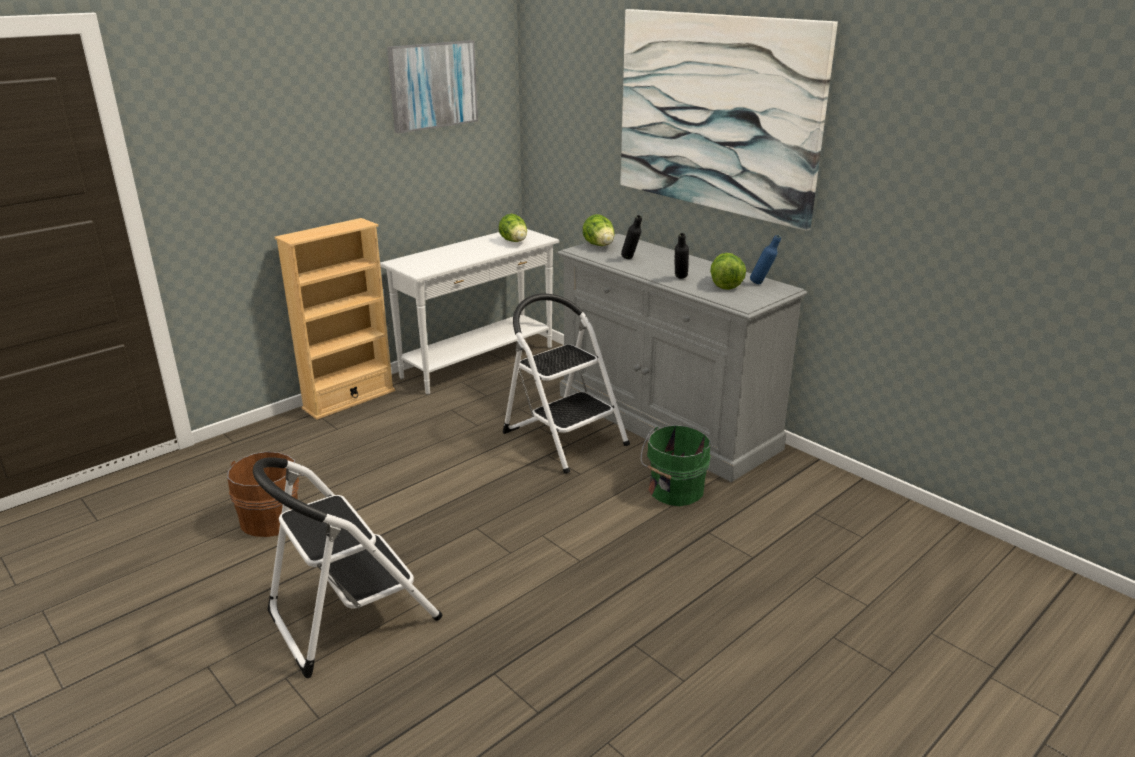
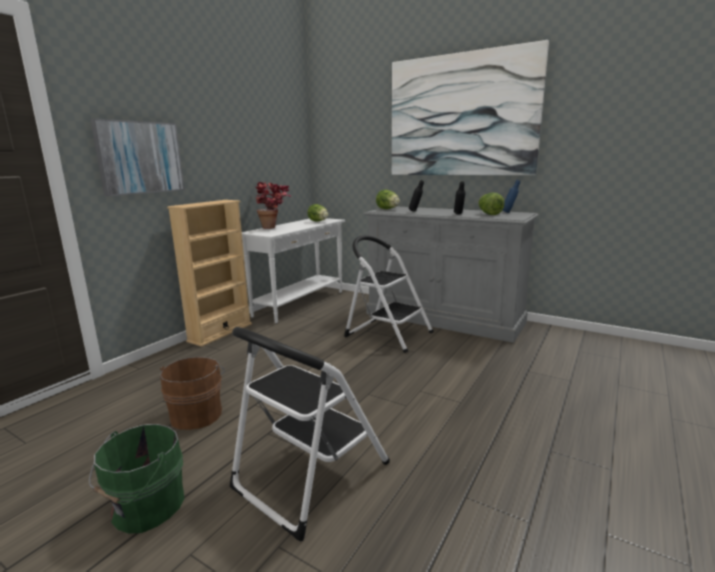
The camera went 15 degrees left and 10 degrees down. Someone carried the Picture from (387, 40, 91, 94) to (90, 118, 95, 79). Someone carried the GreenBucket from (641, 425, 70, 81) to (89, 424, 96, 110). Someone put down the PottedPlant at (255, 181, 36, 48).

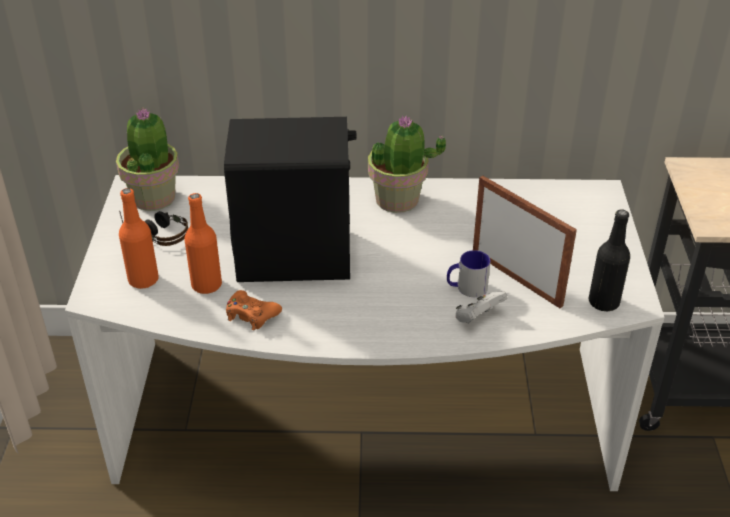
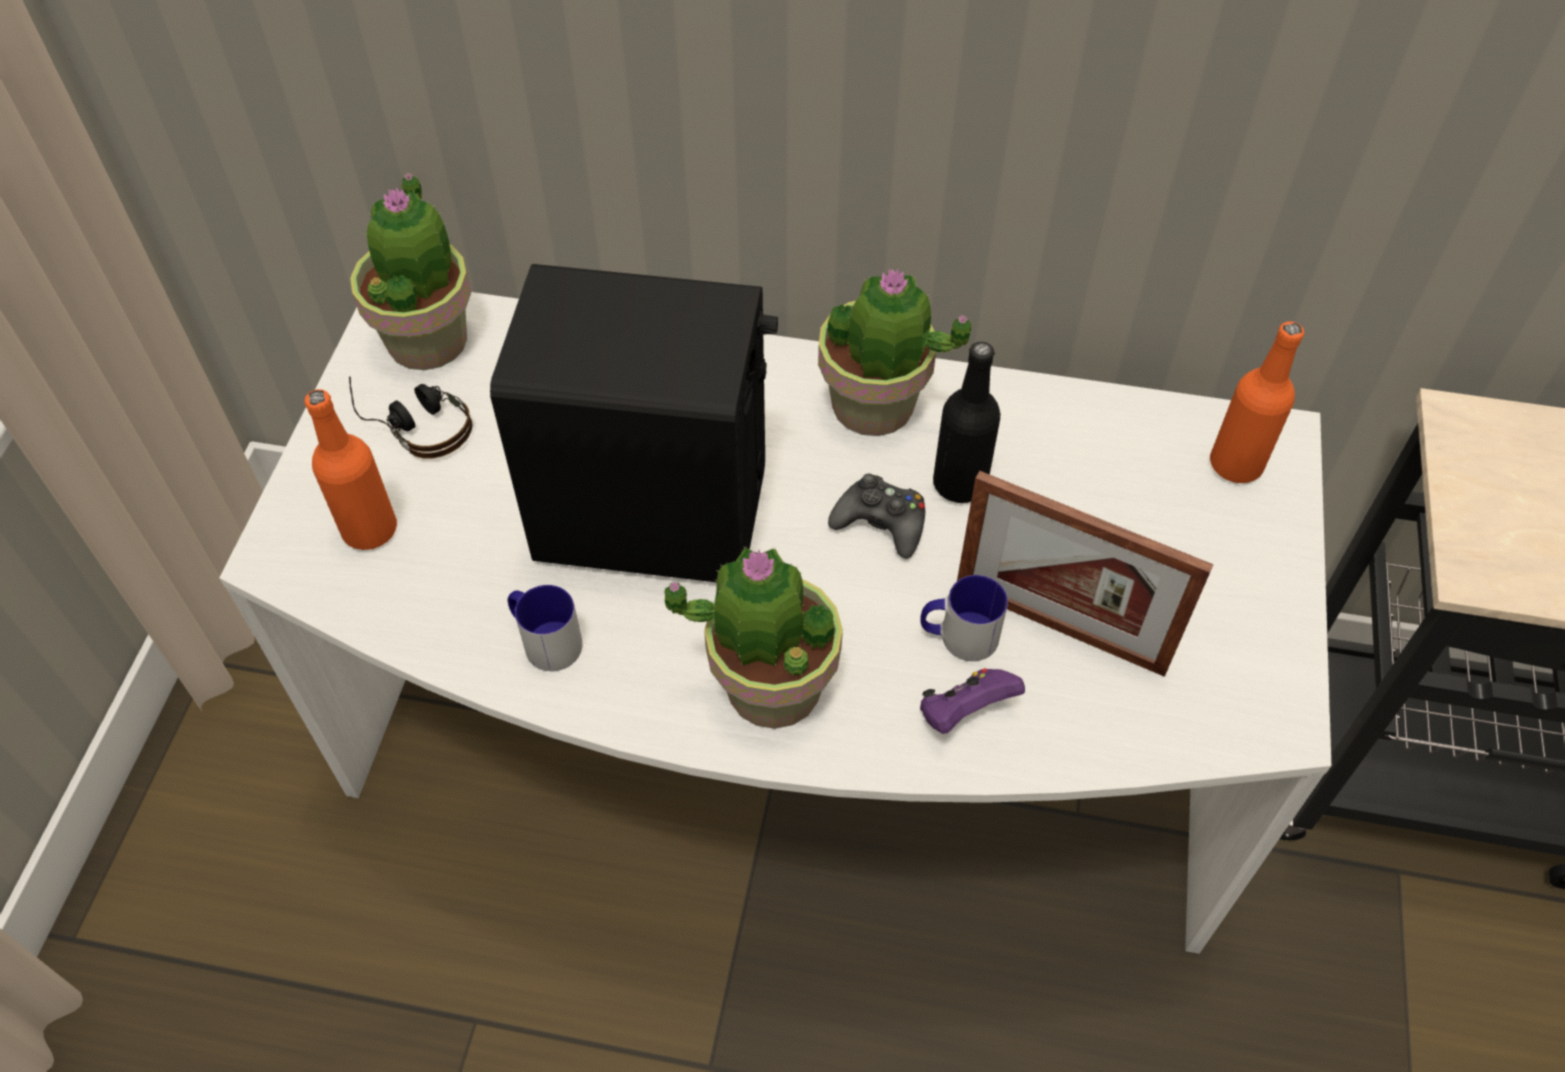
The camera went 10 degrees right and 15 degrees up. Someone carried the OrangeBottle from (184, 193, 38, 101) to (1210, 321, 94, 162). Someone swapped the OrangeGameController at (226, 290, 56, 40) for the Mug at (508, 585, 75, 86). Someone repainted the WhiteGameController at (456, 291, 52, 33), which became the PurpleGameController at (920, 668, 105, 66). Someone rotated the PictureFrame at (473, 176, 104, 132) by 150 degrees clockwise. Someone carried the BlackBottle from (589, 210, 41, 101) to (933, 342, 68, 161). Someone put down the PottedPlant at (663, 547, 180, 182). Someone put down the BlackGameController at (828, 474, 97, 85).

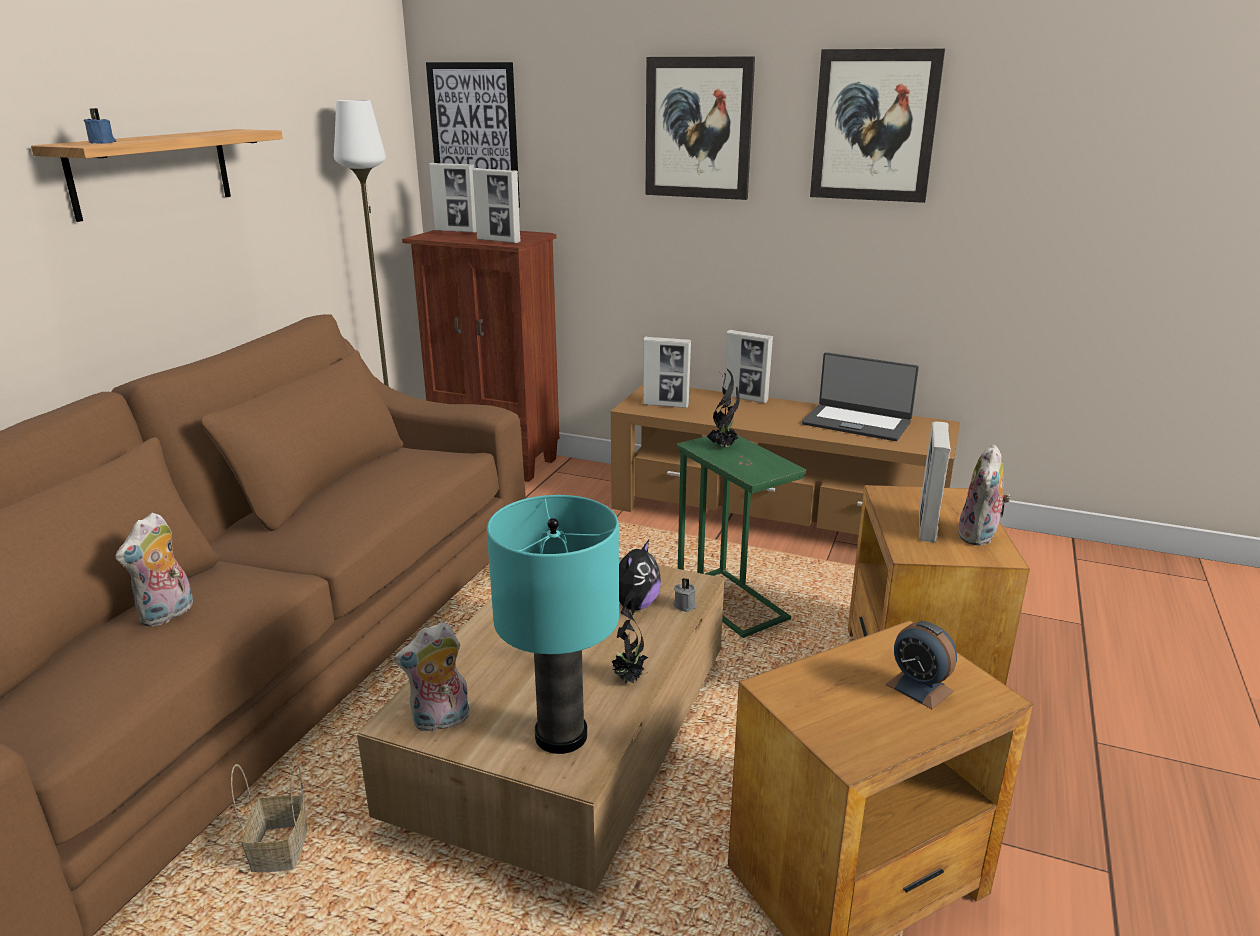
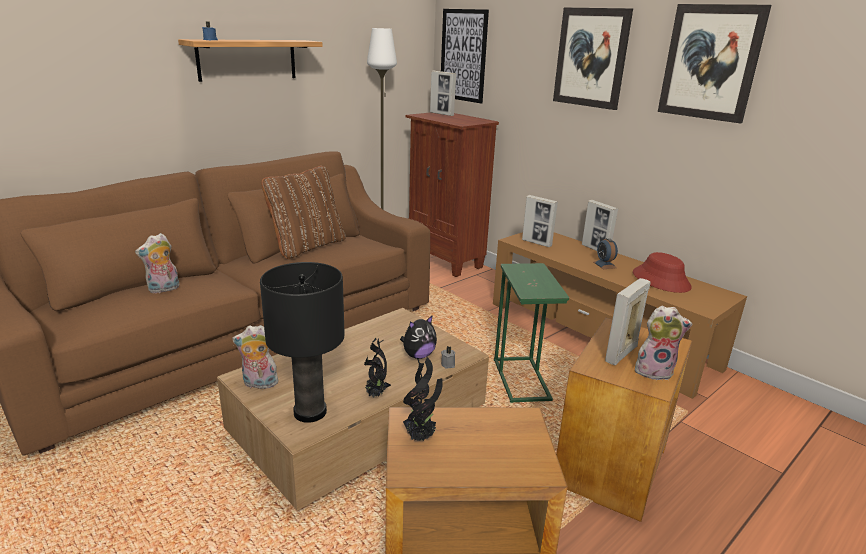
The camera went 25 degrees right and 0 degrees up. Someone took away the Basket at (231, 761, 77, 111). Someone took away the PictureFrame at (473, 168, 48, 75). Someone repainted the TurquoiseTableLamp at (487, 495, 132, 259), which became the BlackTableLamp at (260, 262, 85, 161). Someone carried the PottedPlant from (707, 369, 33, 78) to (403, 357, 40, 84). Someone swapped the Laptop at (802, 352, 117, 89) for the RedHat at (633, 252, 59, 41). Someone carried the AlarmClock from (885, 621, 72, 88) to (594, 238, 24, 31). Someone rotated the PlushToy at (957, 444, 54, 102) by 135 degrees counterclockwise. Someone put down the BrownPillow at (261, 166, 85, 93).

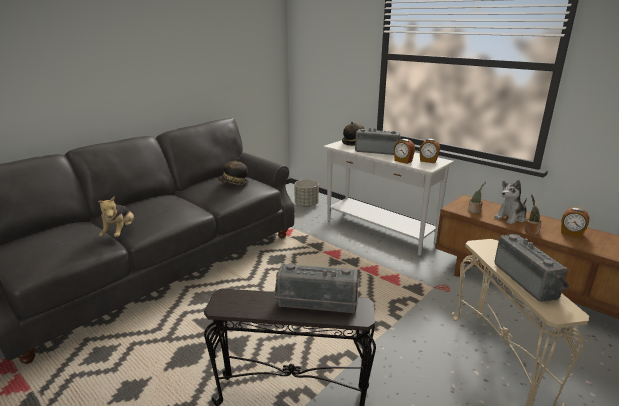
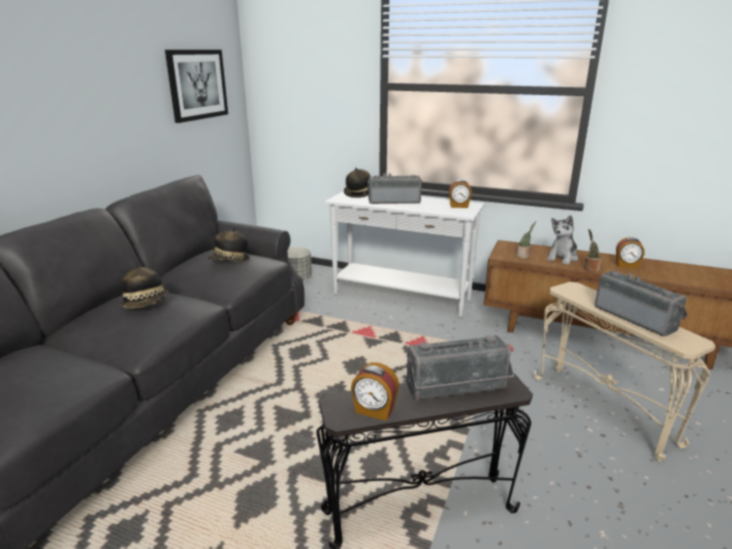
The camera went 20 degrees left and 0 degrees up. Someone took away the PlushToy at (98, 196, 36, 41). Someone carried the AlarmClock from (394, 139, 21, 25) to (351, 362, 48, 59). Someone put down the Hat at (120, 263, 49, 46). Someone put up the Picture at (165, 50, 63, 73).

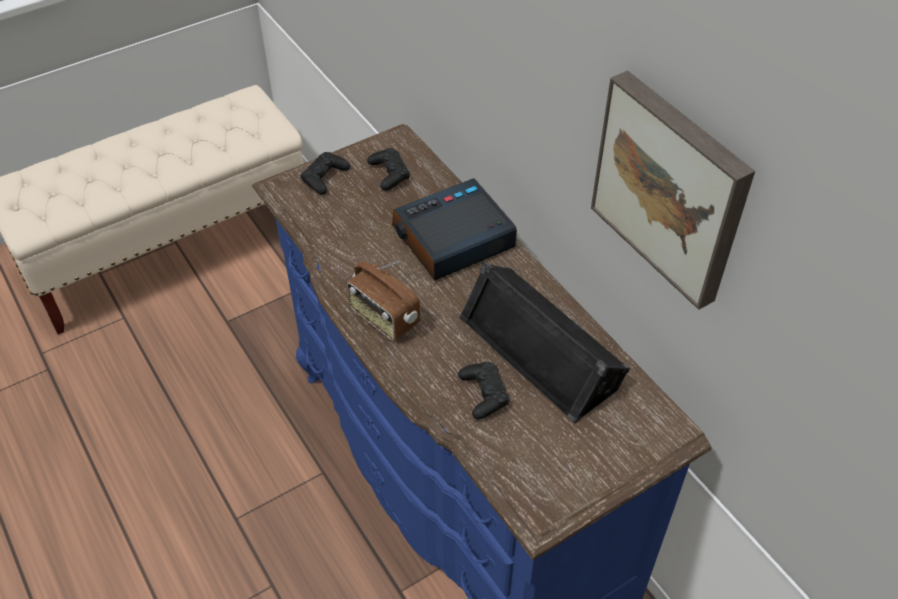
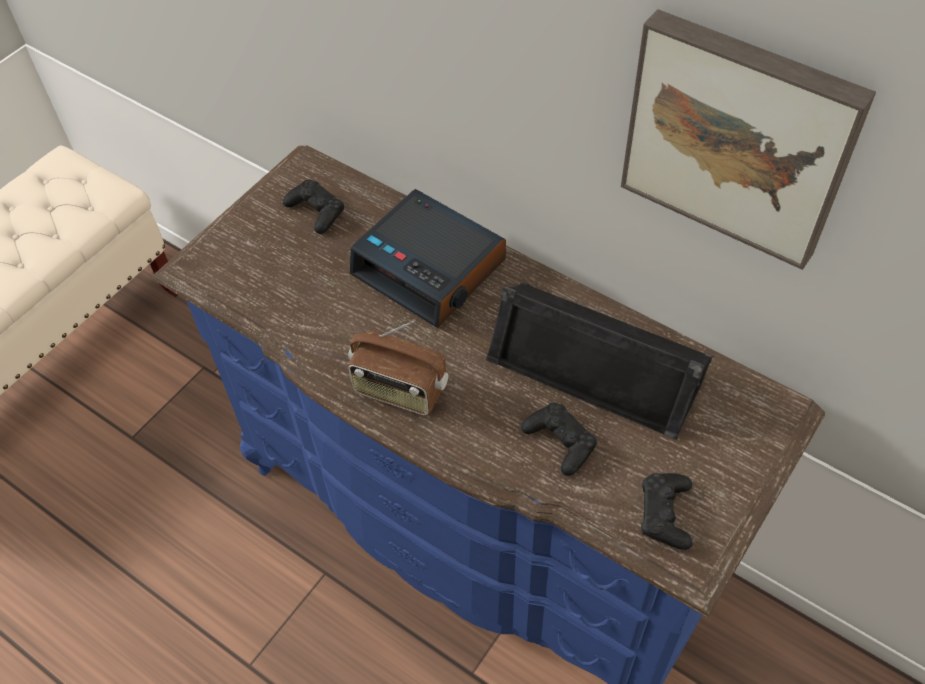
The camera went 20 degrees left and 5 degrees up. Someone carried the BlackGameController from (301, 152, 49, 43) to (641, 473, 52, 77). Someone rotated the AlarmClock at (392, 178, 125, 103) by 90 degrees counterclockwise.

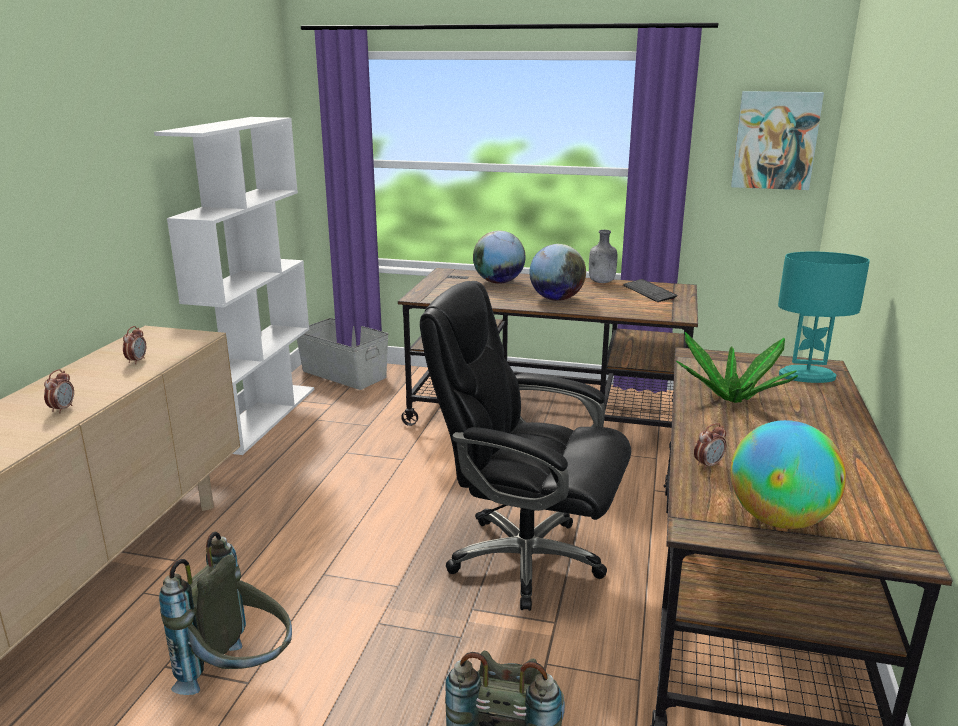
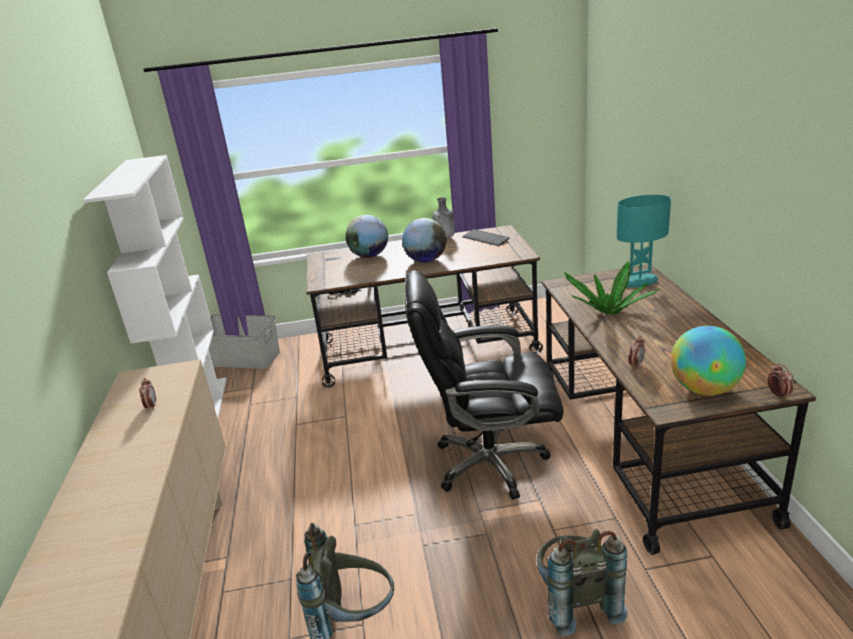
The camera went 20 degrees left and 5 degrees up. Someone carried the AlarmClock from (44, 369, 30, 44) to (768, 363, 25, 36). Someone took away the Picture at (731, 91, 93, 99).

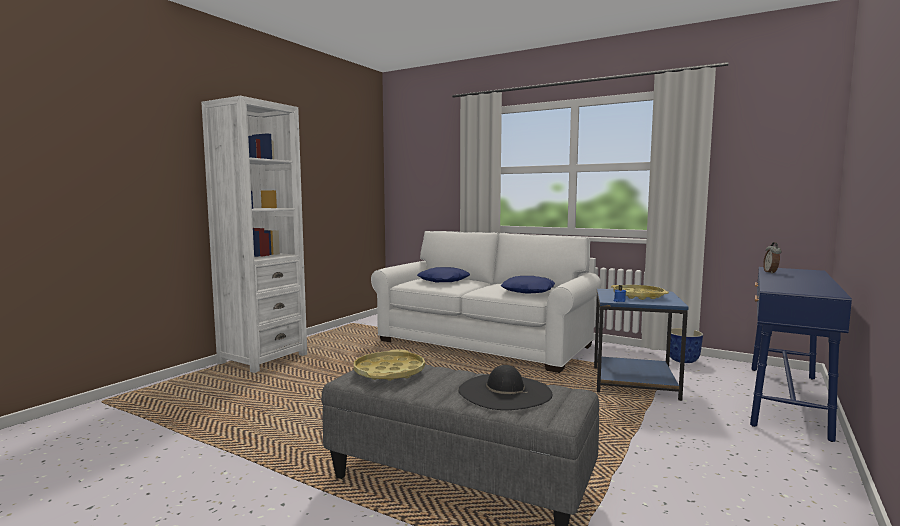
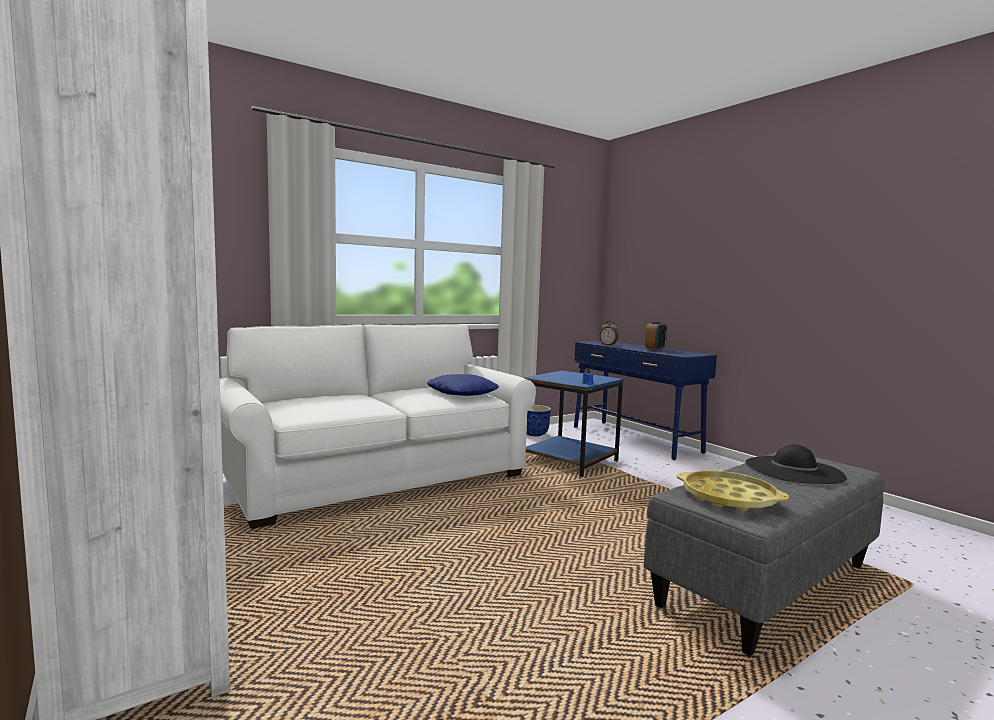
The camera went 65 degrees left and 0 degrees up. Someone took away the BluePillow at (417, 267, 53, 15). Someone took away the YellowTray at (611, 285, 58, 15). Someone put down the AlarmClock at (645, 321, 22, 29).

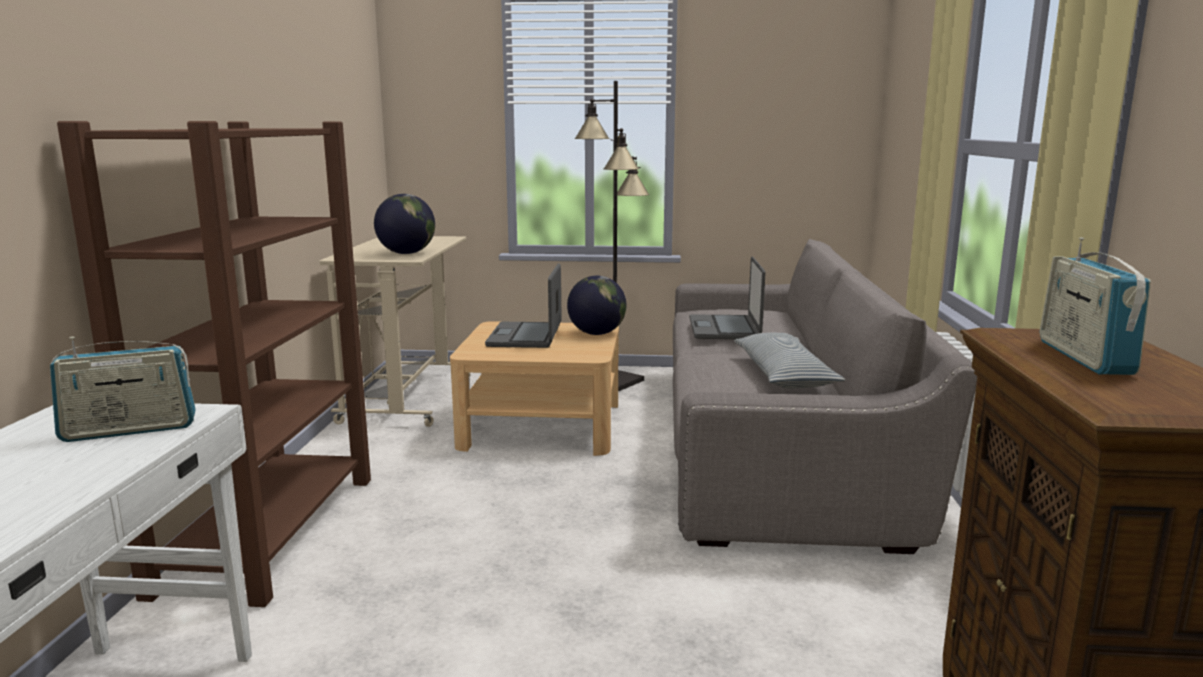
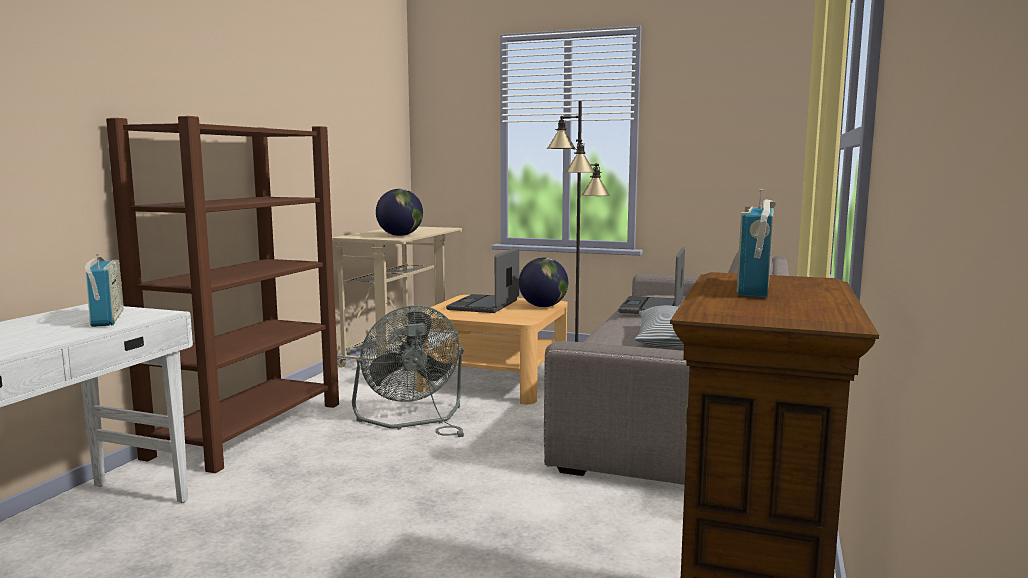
The camera went 15 degrees right and 5 degrees down. Someone rotated the Radio at (50, 336, 146, 106) by 105 degrees counterclockwise. Someone put down the GreyFan at (352, 305, 112, 132).

